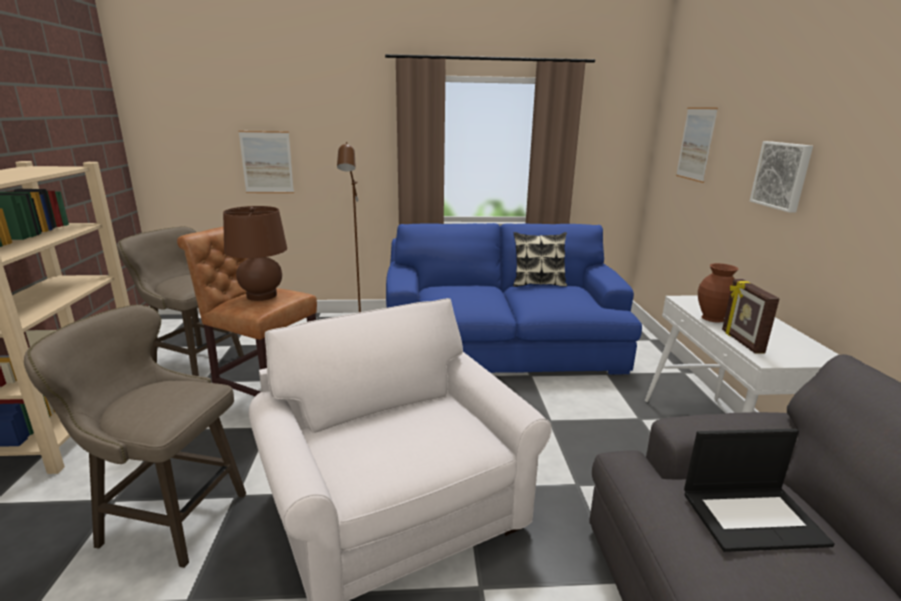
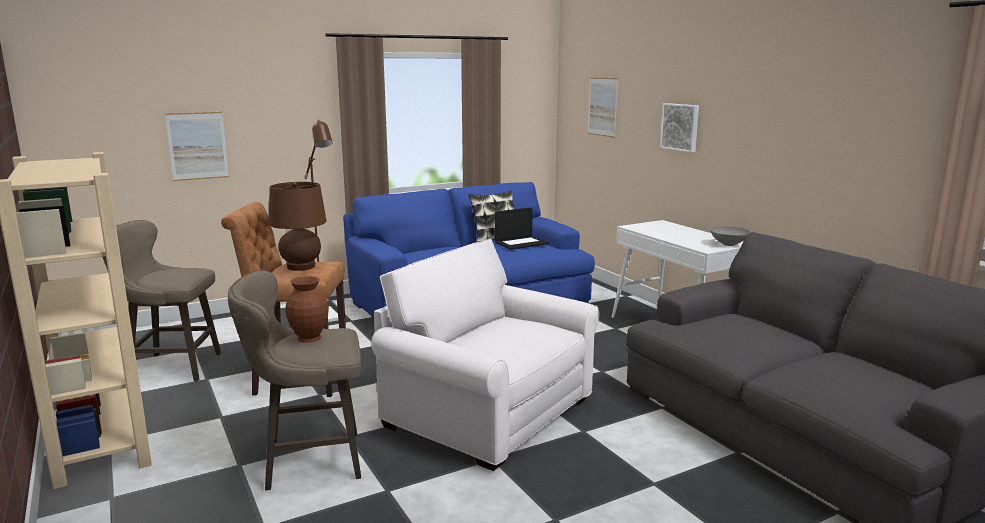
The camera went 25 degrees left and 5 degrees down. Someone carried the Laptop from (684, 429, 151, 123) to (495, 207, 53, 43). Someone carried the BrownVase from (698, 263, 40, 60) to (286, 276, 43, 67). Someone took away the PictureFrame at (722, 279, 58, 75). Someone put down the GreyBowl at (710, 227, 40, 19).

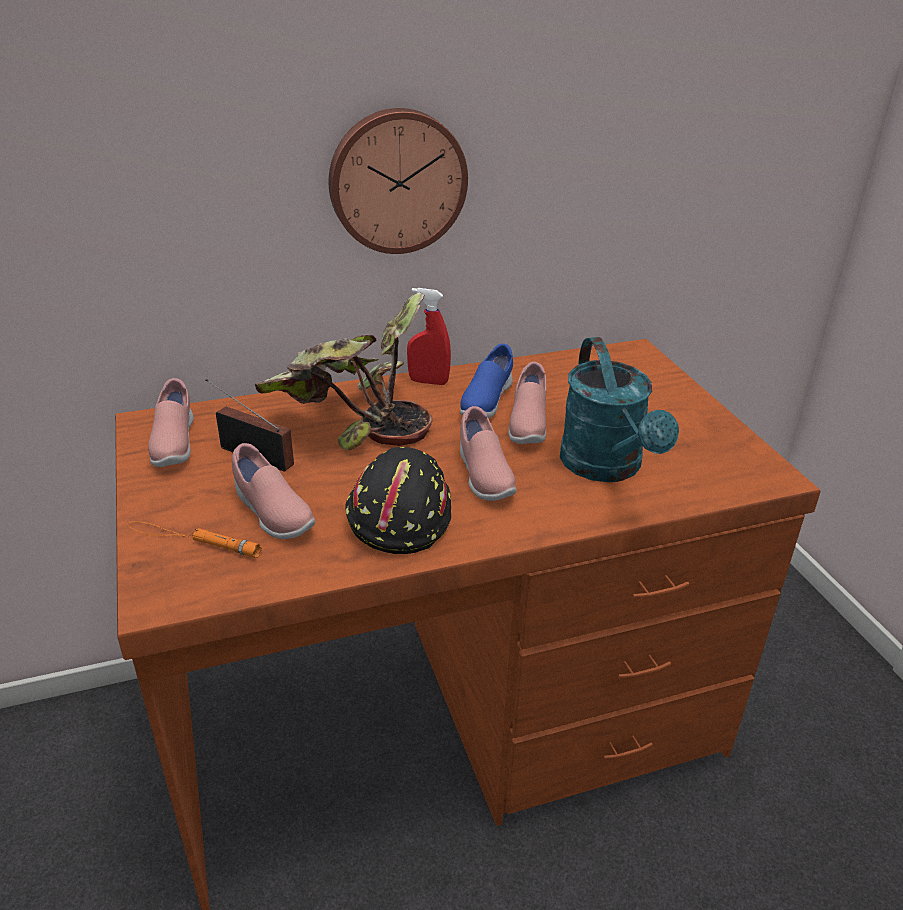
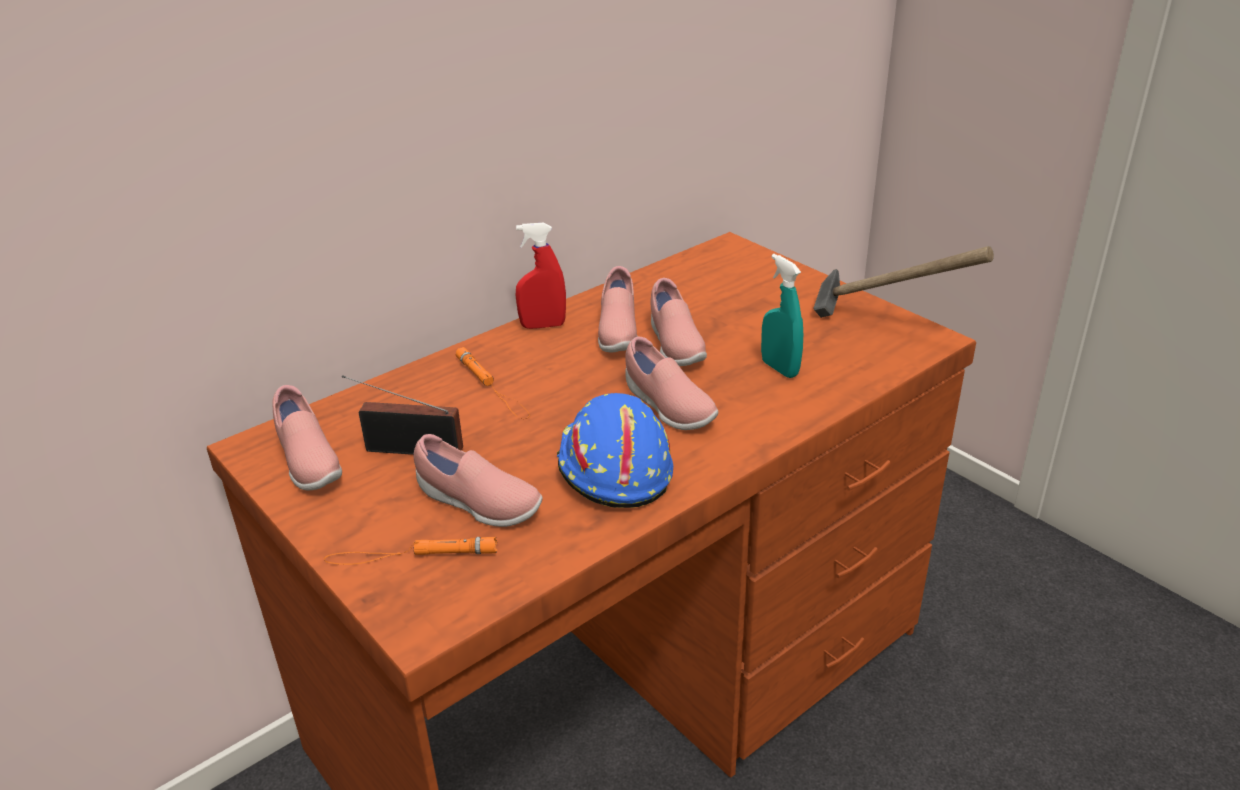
The camera went 20 degrees left and 0 degrees up. Someone swapped the PottedPlant at (255, 292, 178, 158) for the OrangeFlashlight at (456, 347, 74, 72). Someone took away the WallClock at (329, 108, 139, 146). Someone repainted the BlackHardHat at (345, 447, 106, 107), which became the BlueHardHat at (557, 393, 116, 115). Someone repainted the BlueShoe at (460, 343, 53, 75), which became the PinkShoe at (598, 266, 40, 86). Someone swapped the TurquoiseWateringCan at (560, 337, 119, 145) for the TurquoiseSprayBottle at (761, 254, 42, 124). Someone put down the Hammer at (813, 246, 181, 72).

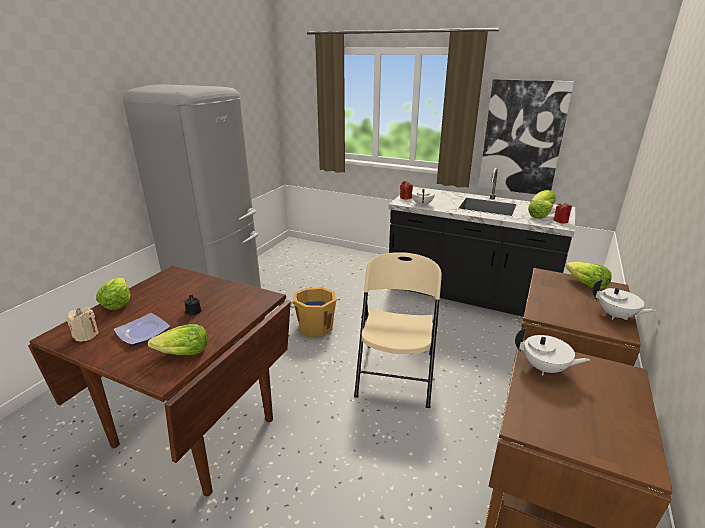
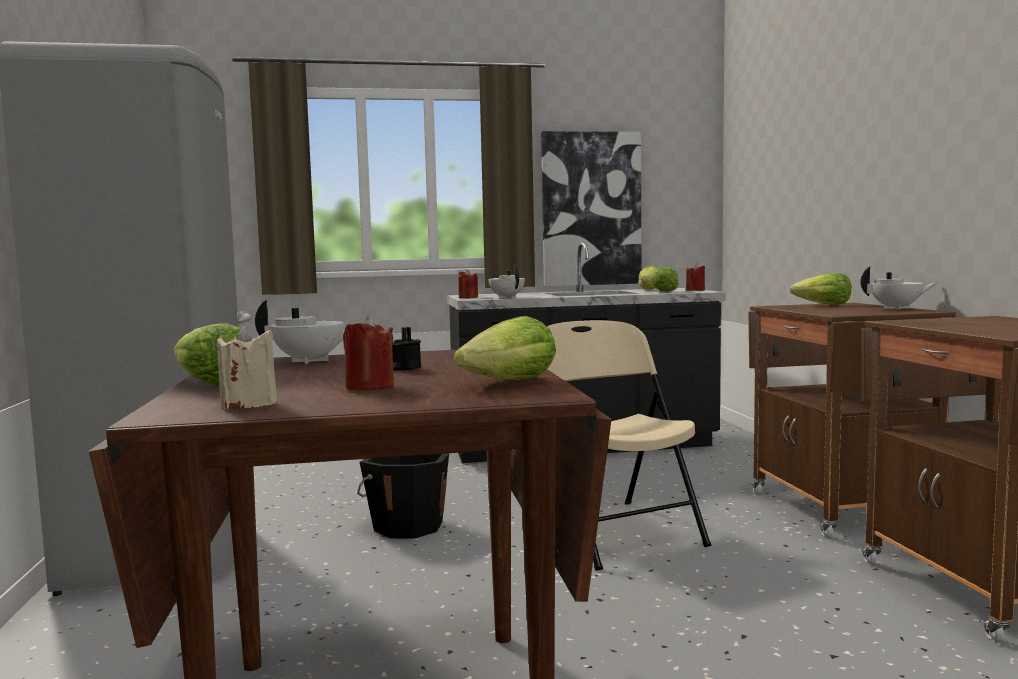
The camera went 35 degrees left and 20 degrees down. Someone swapped the Plate at (114, 313, 56, 32) for the RedCandle at (343, 316, 51, 74). Someone repainted the OrangeBucket at (290, 287, 50, 50), which became the BlackBucket at (357, 453, 92, 86). Someone carried the WhiteTeapot from (515, 328, 75, 47) to (255, 300, 109, 64).

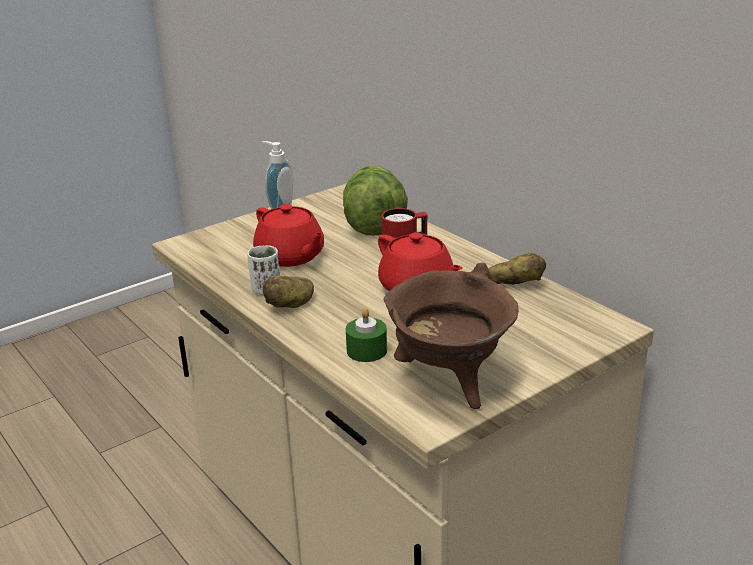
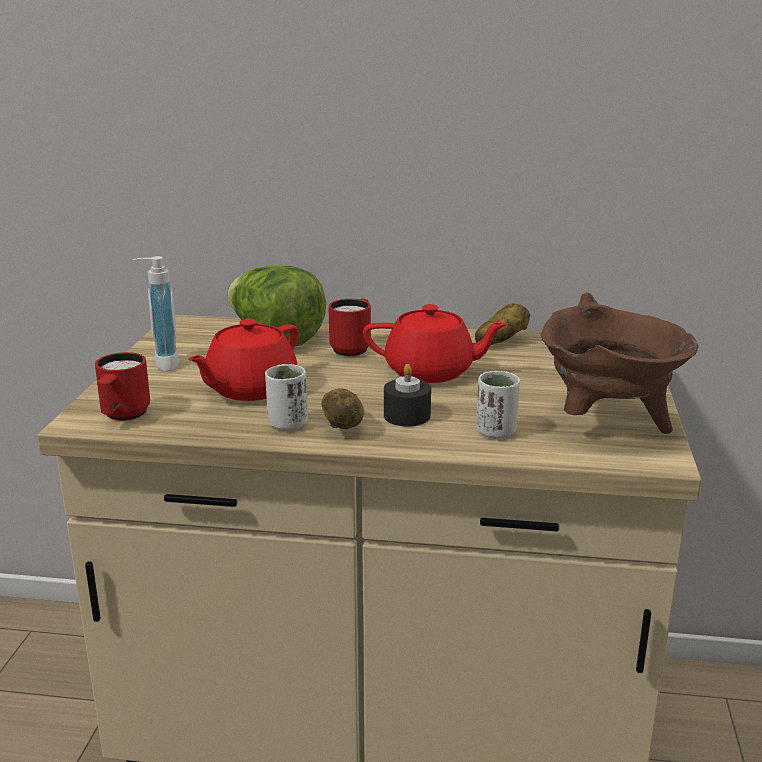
The camera went 45 degrees left and 5 degrees down. Someone rotated the RedTeapot at (253, 204, 71, 63) by 120 degrees clockwise. Someone swapped the GreenCandle at (346, 308, 41, 54) for the WhiteCup at (476, 371, 44, 68). Someone put down the RedMug at (95, 352, 55, 69). Someone put down the BlackCandle at (384, 364, 47, 62).

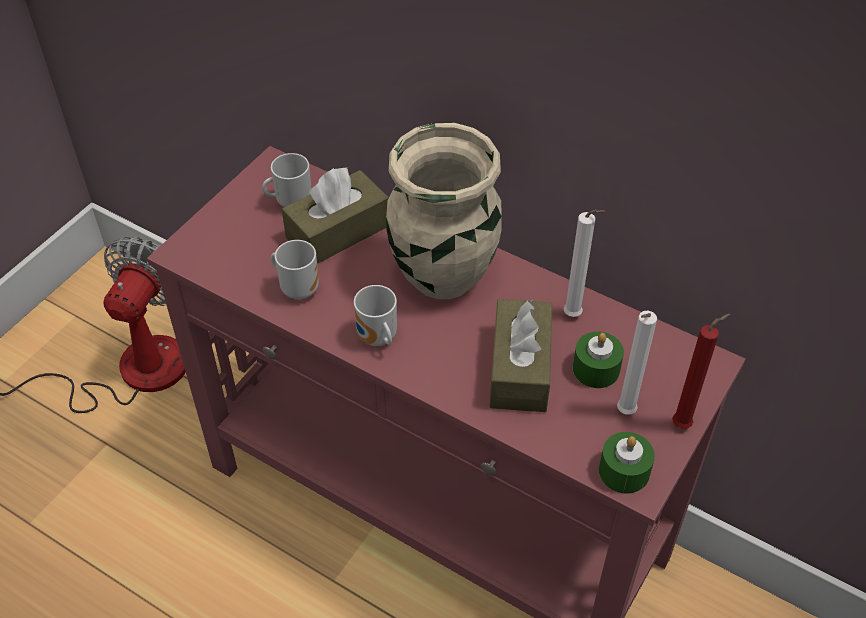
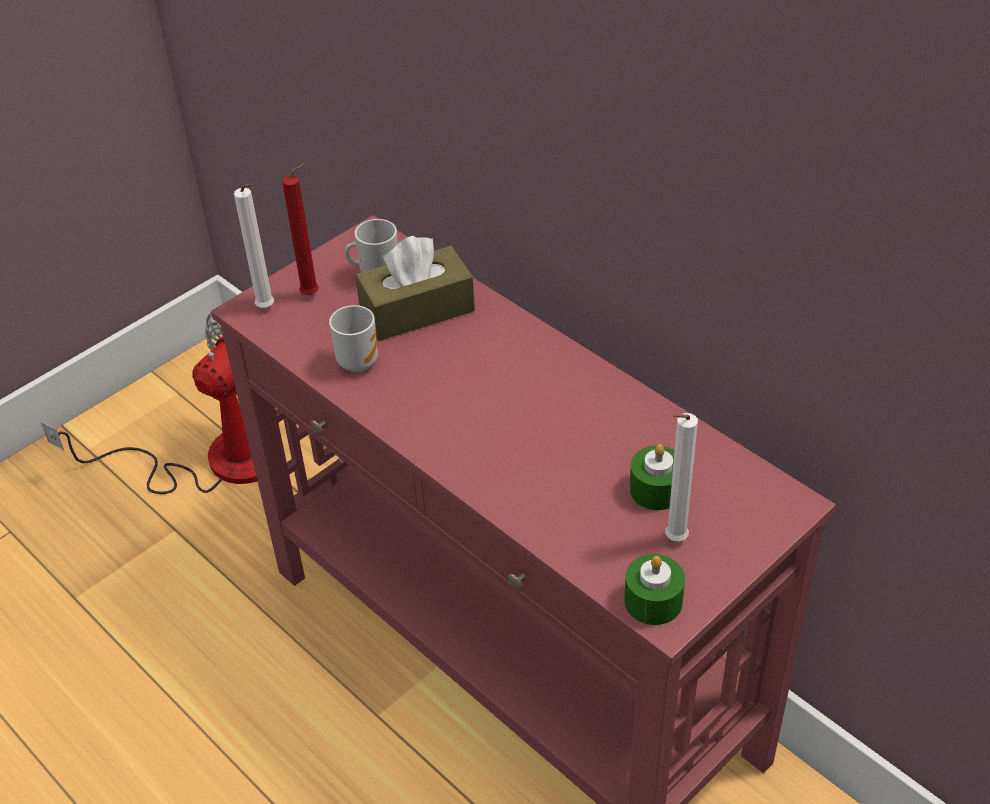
The camera went 15 degrees right and 5 degrees down. Someone took away the Mug at (354, 285, 43, 61). Someone took away the BeigeVase at (386, 123, 116, 176). Someone took away the BrownTissueBox at (490, 299, 63, 113). Someone carried the WhiteCandle from (564, 210, 42, 107) to (234, 184, 40, 124). Someone carried the RedCandle from (672, 314, 58, 115) to (282, 163, 37, 132).

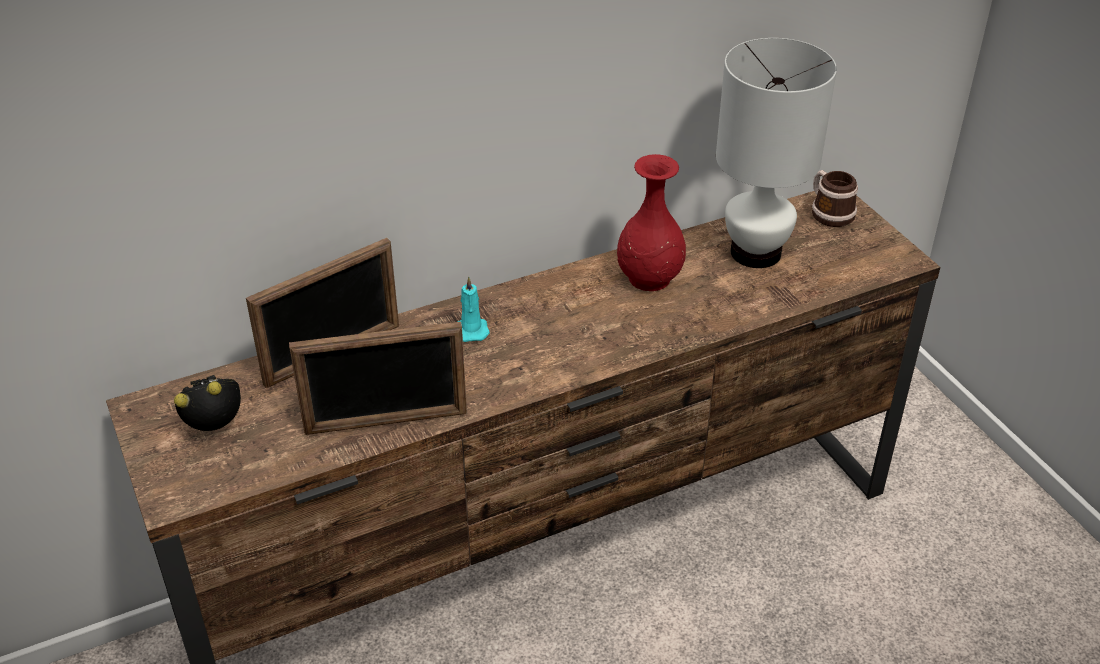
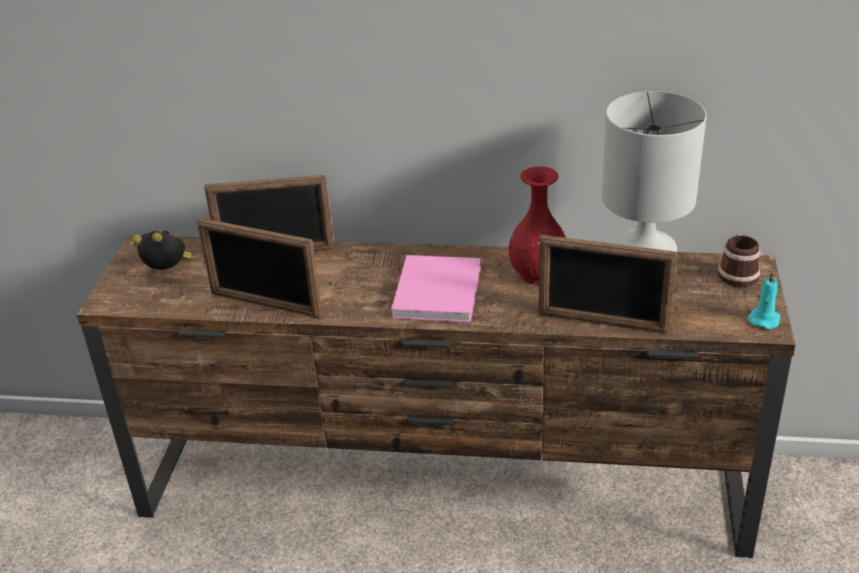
The camera went 35 degrees right and 5 degrees down. Someone carried the TurquoiseCandle from (457, 277, 33, 65) to (747, 270, 33, 59). Someone put down the PinkBook at (391, 255, 90, 68). Someone put down the PictureFrame at (539, 235, 138, 98).

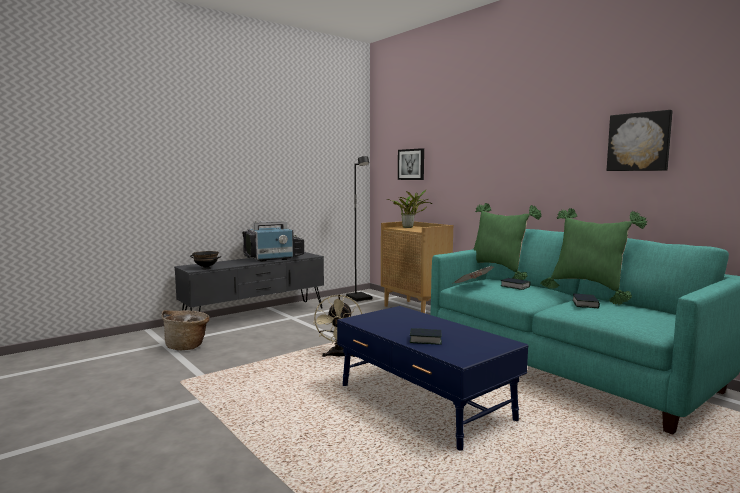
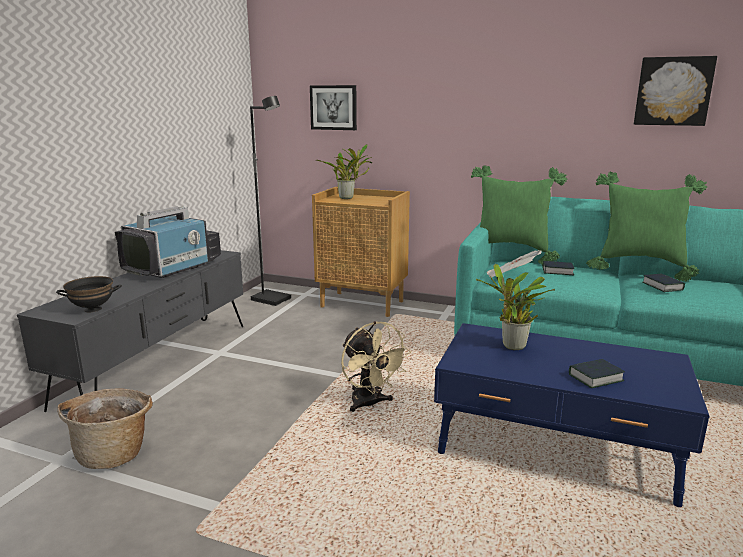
The camera went 30 degrees left and 10 degrees up. Someone put down the PottedPlant at (476, 264, 80, 86).

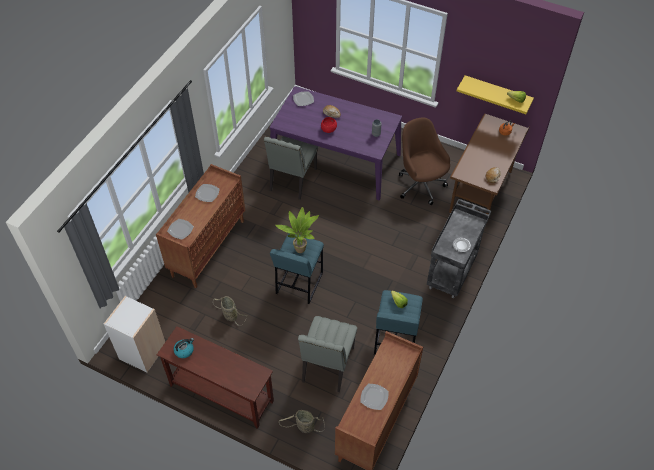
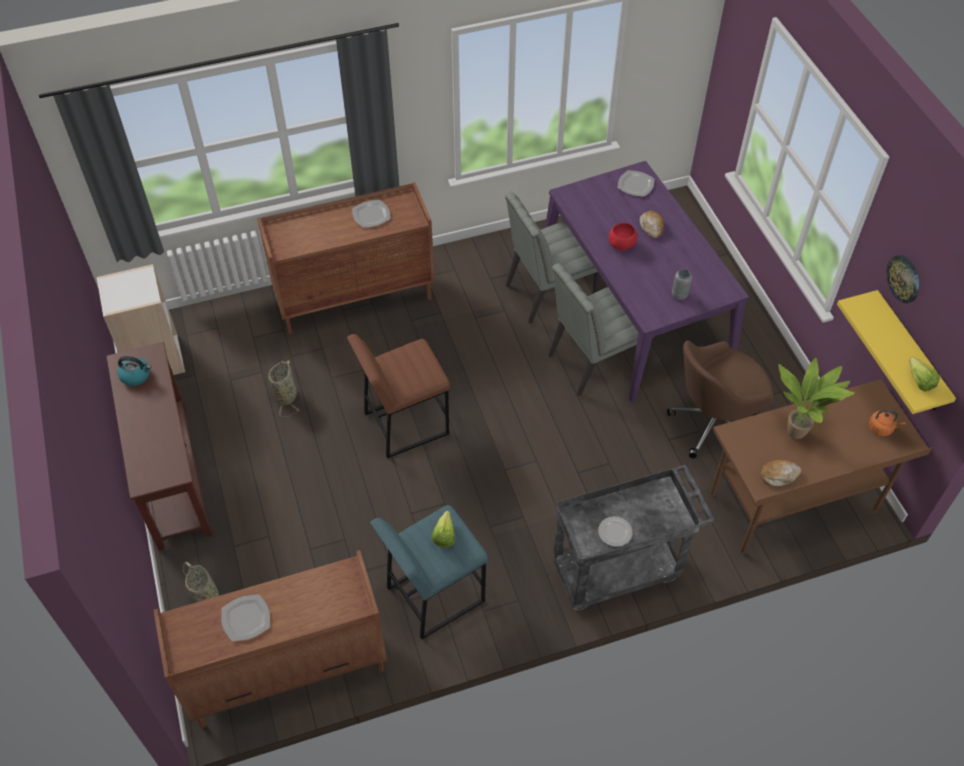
The camera went 45 degrees right and 0 degrees up. Someone took away the Plate at (167, 219, 27, 20). Someone repainted the BlueStool at (270, 233, 54, 71), which became the BrownStool at (347, 334, 103, 124). Someone carried the PottedPlant from (275, 207, 44, 46) to (778, 358, 76, 81). Someone carried the GreyChair from (298, 316, 59, 76) to (548, 263, 105, 133). Someone rotated the BrownOfficeChair at (399, 117, 51, 88) by 135 degrees counterclockwise. Someone put up the WallClock at (886, 255, 33, 48).

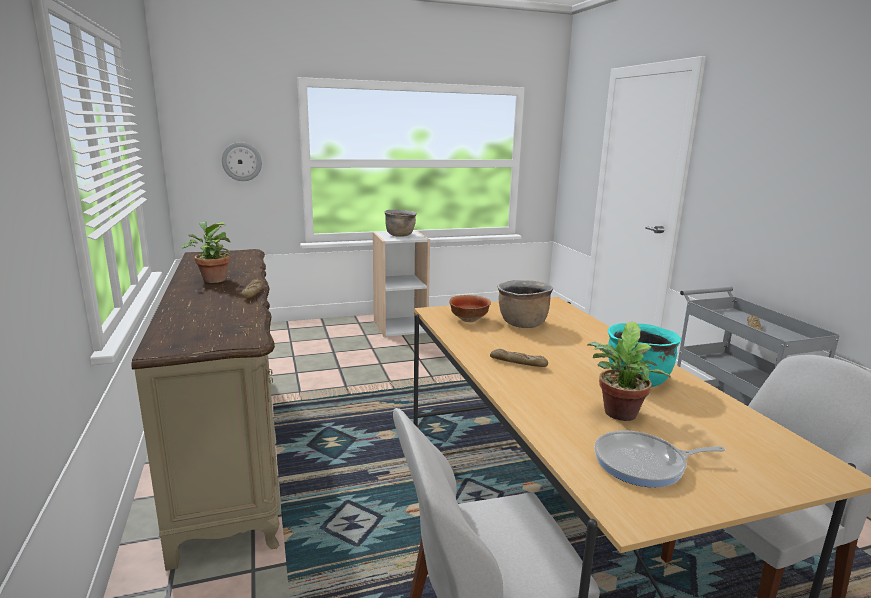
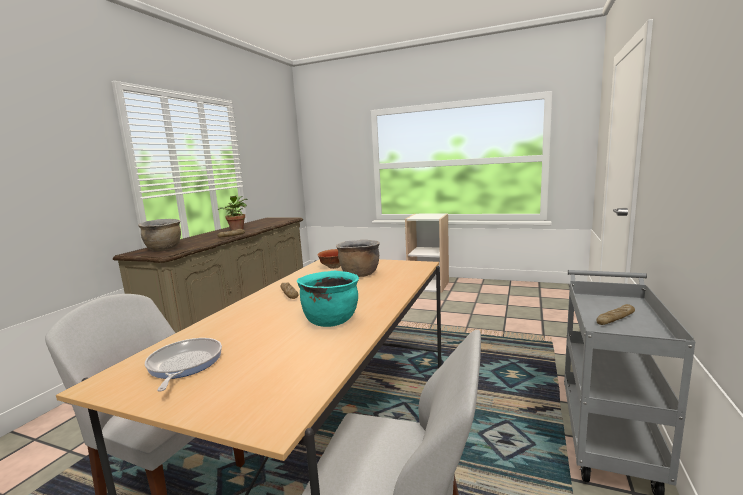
The camera went 40 degrees right and 5 degrees down. Someone took away the WallClock at (222, 142, 40, 39). Someone carried the BrownCookingPot from (384, 210, 33, 27) to (138, 219, 43, 32). Someone took away the PottedPlant at (587, 322, 84, 99). Someone rotated the FryingPan at (594, 430, 131, 57) by 45 degrees clockwise.

